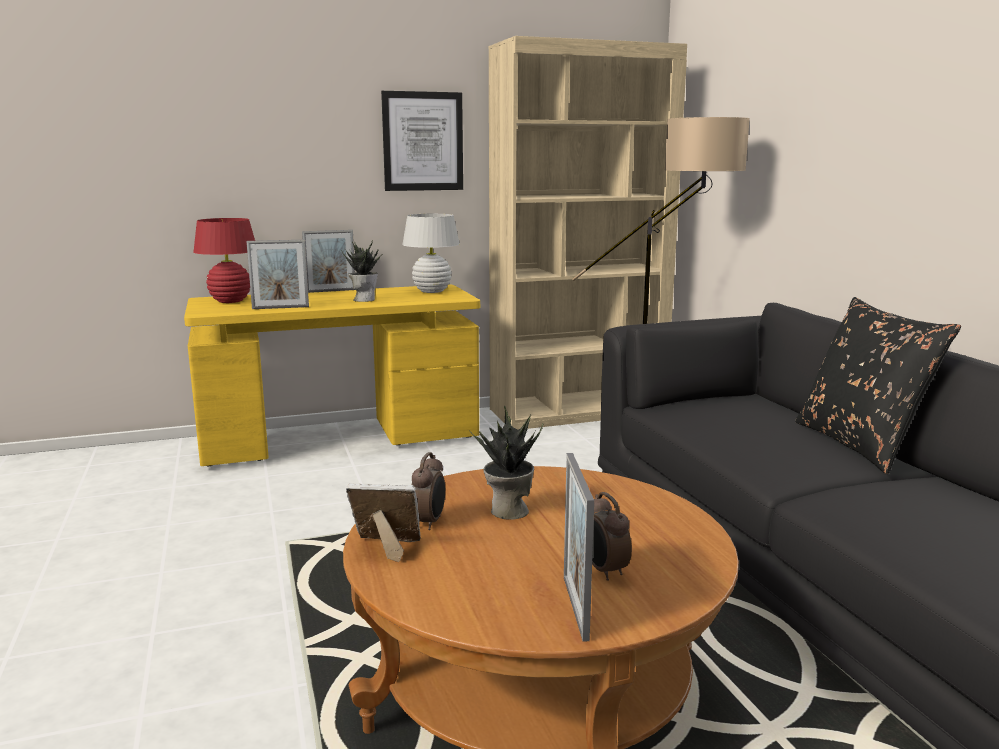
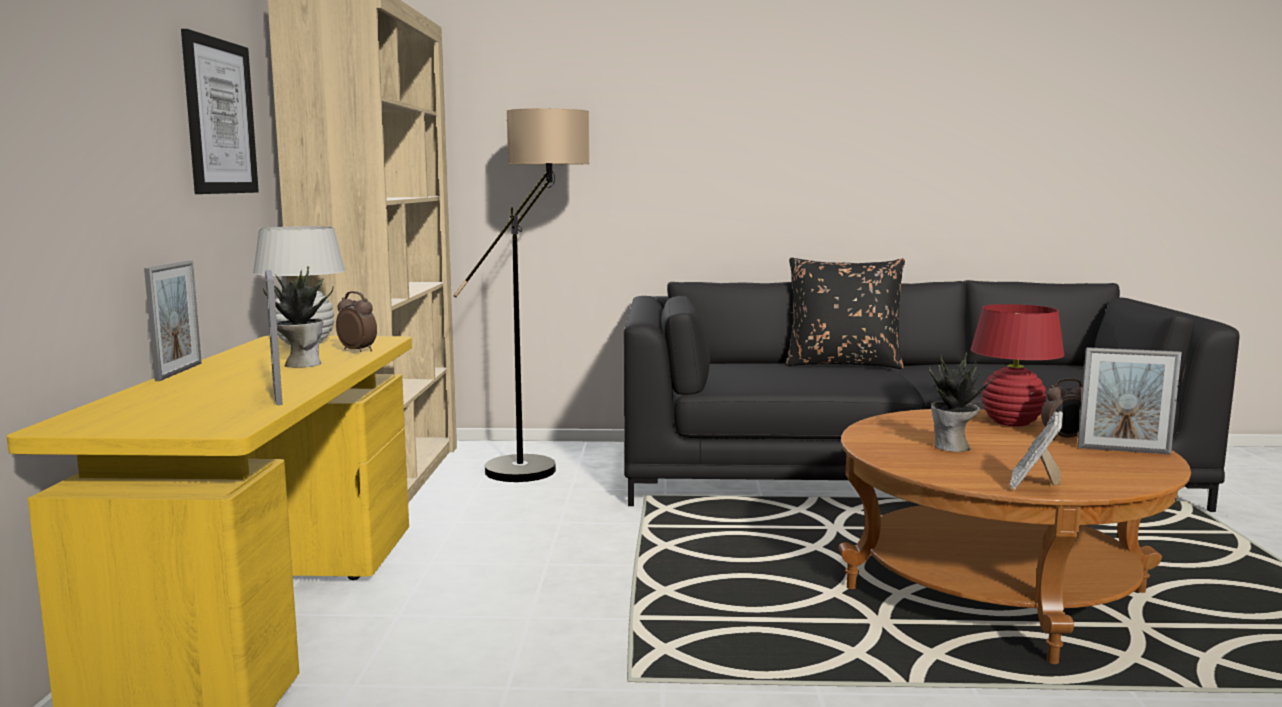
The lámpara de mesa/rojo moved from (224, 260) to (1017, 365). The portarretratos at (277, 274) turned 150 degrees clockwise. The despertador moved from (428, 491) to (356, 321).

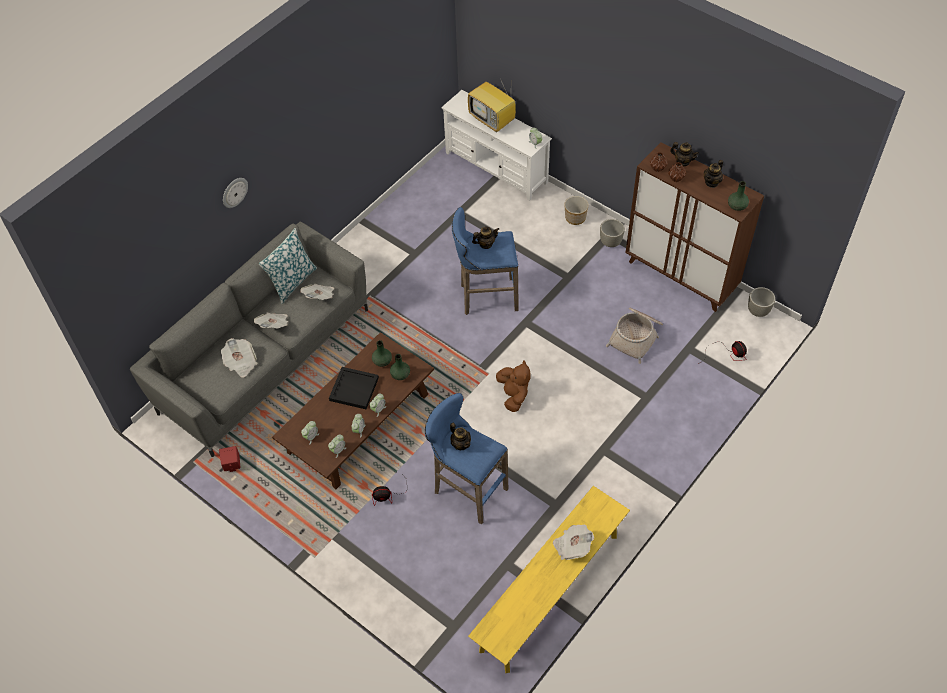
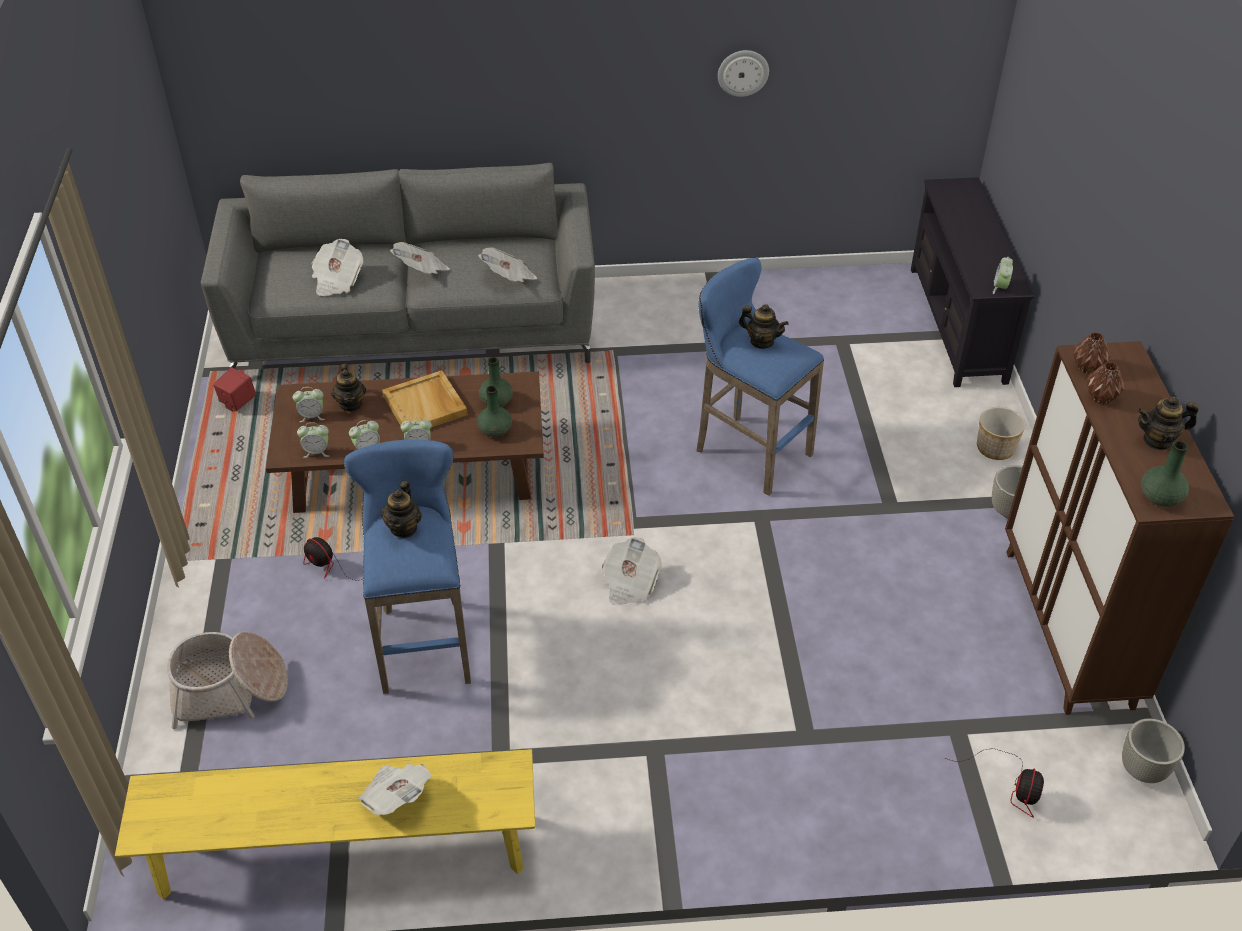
The reloj de pared moved from (235, 193) to (743, 73). The cojín at (288, 266) disappeared. The bandeja/negro at (354, 388) became the bandeja/beis at (425, 398). The mueble de televisión/blanco at (496, 145) became the mueble de televisión/negro at (972, 282). The televisor at (492, 105) disappeared. The peluche/marrón at (513, 386) was replaced by the periódico at (632, 571). The cesta moved from (634, 335) to (227, 680). The tetera moved from (684, 154) to (348, 387).

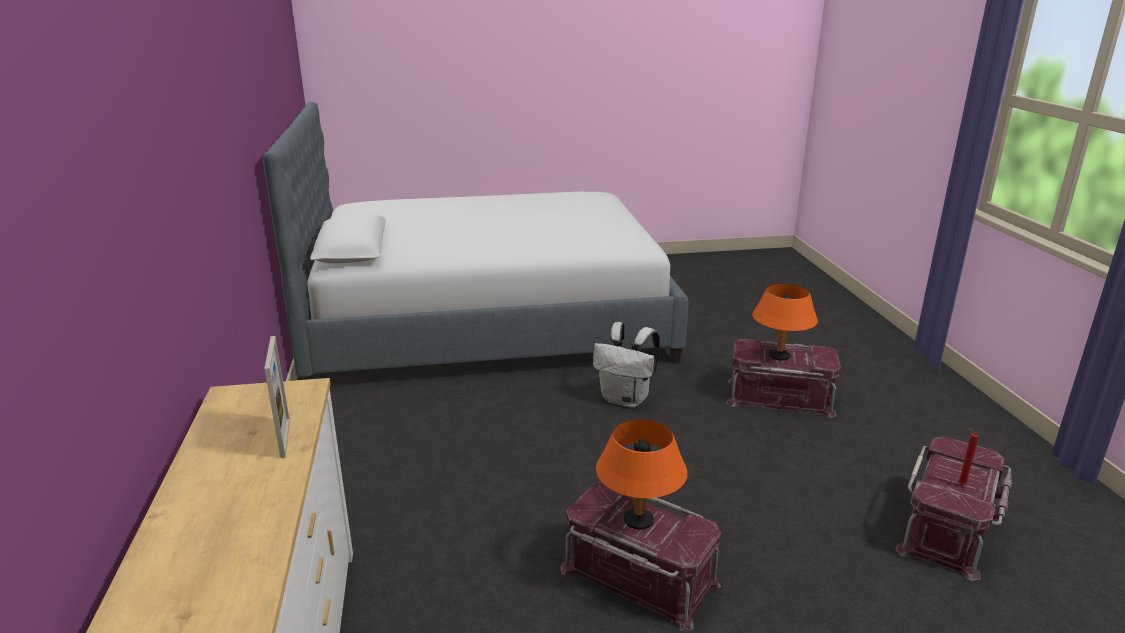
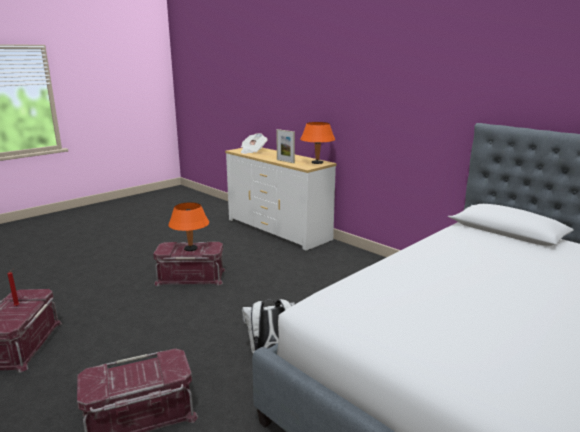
The lámpara de mesa/naranja moved from (785, 321) to (317, 143). The periódico at (254, 143) appeared.

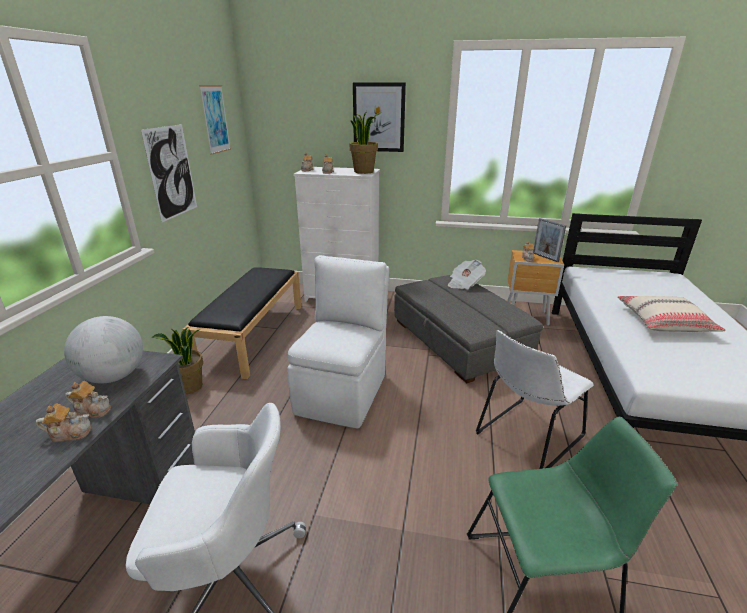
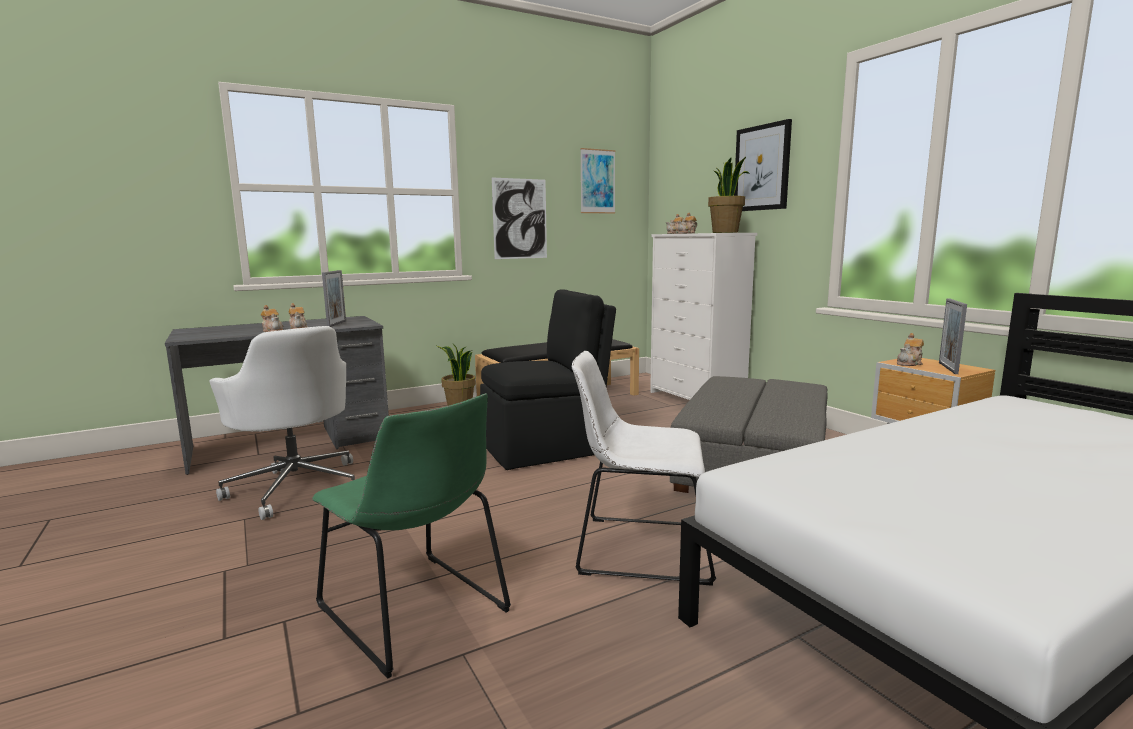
The globo terráqueo at (103, 349) was replaced by the portarretratos at (334, 298). The silla/blanco at (338, 342) became the silla/negro at (548, 379). The periódico at (467, 275) disappeared. The cojín/beis at (671, 314) disappeared.

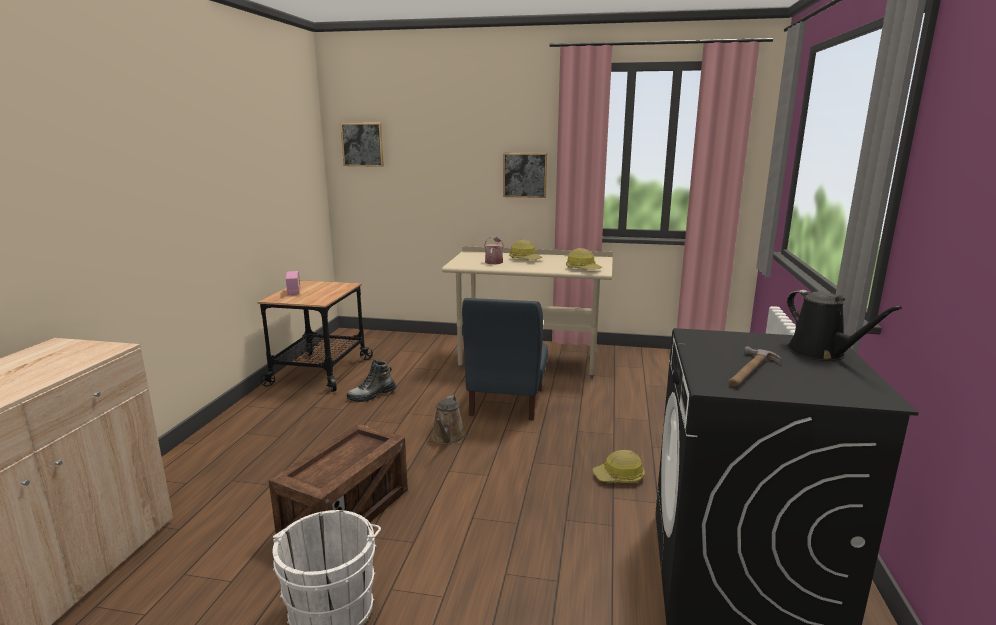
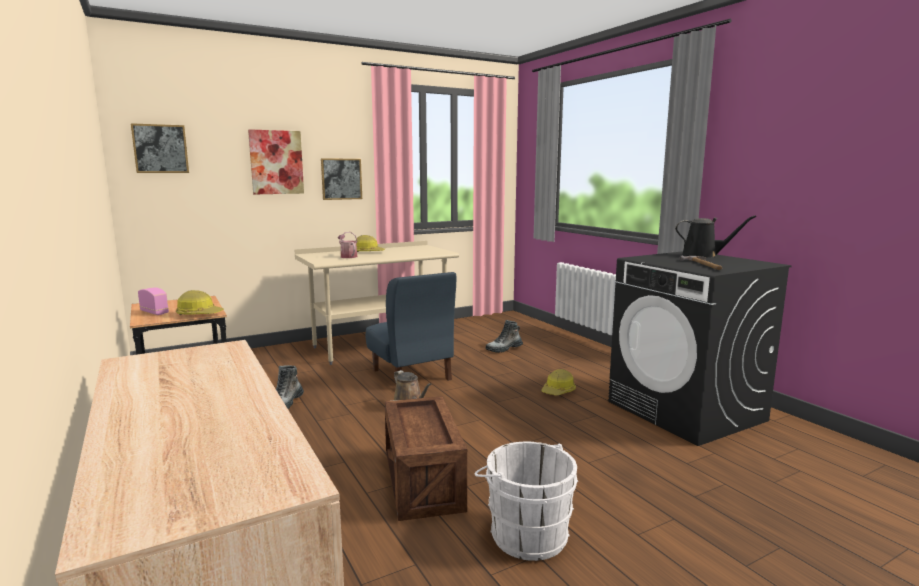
The casco moved from (584, 259) to (200, 302). The cuadro at (276, 161) appeared. The bota at (504, 336) appeared.

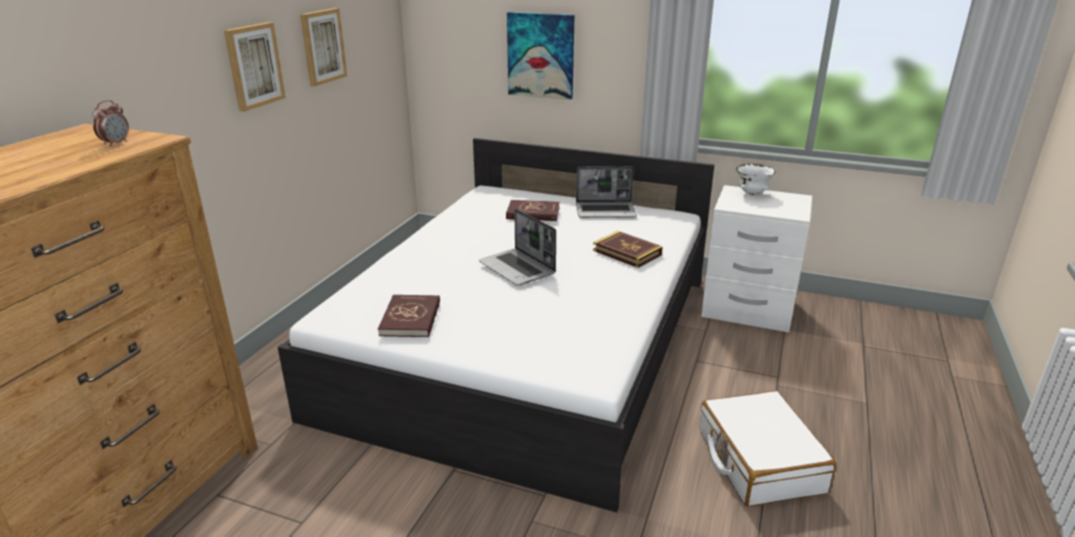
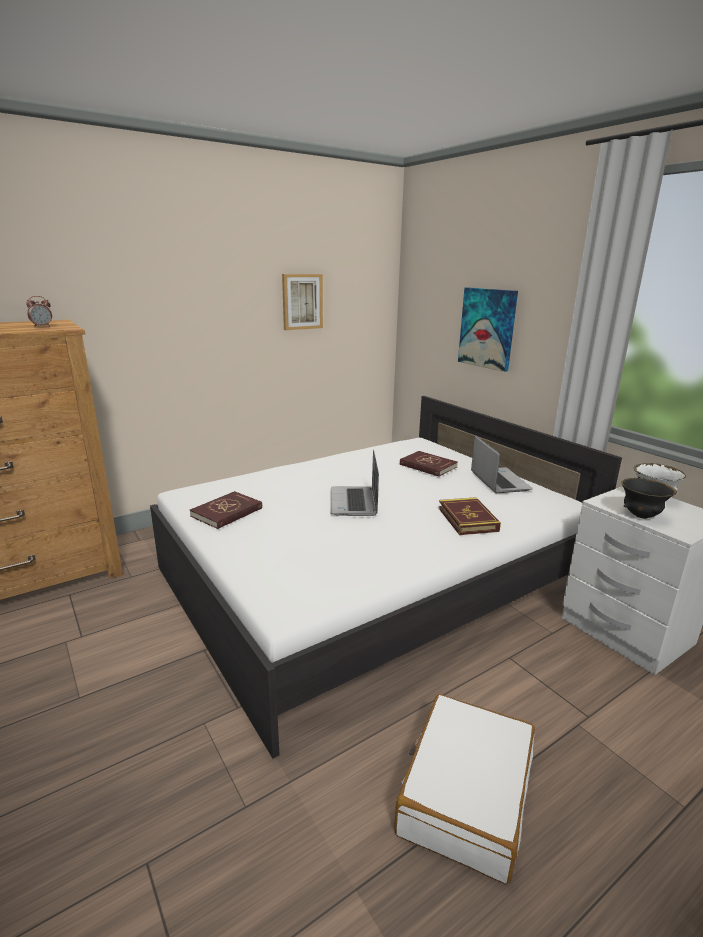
The cuadro at (255, 67) disappeared. The portátil at (606, 192) turned 135 degrees counterclockwise. The cuenco/negro at (649, 498) appeared.

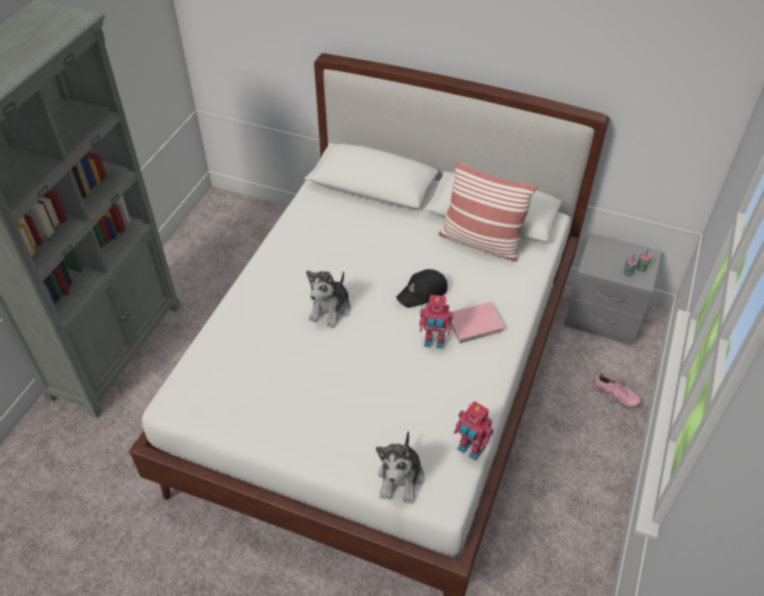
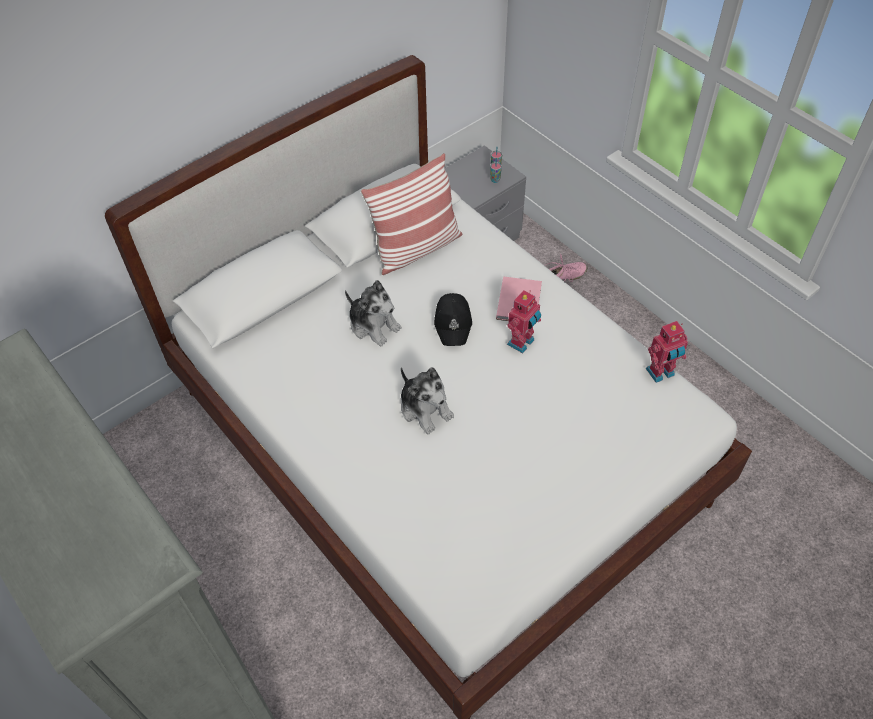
The peluche moved from (400, 467) to (373, 313).

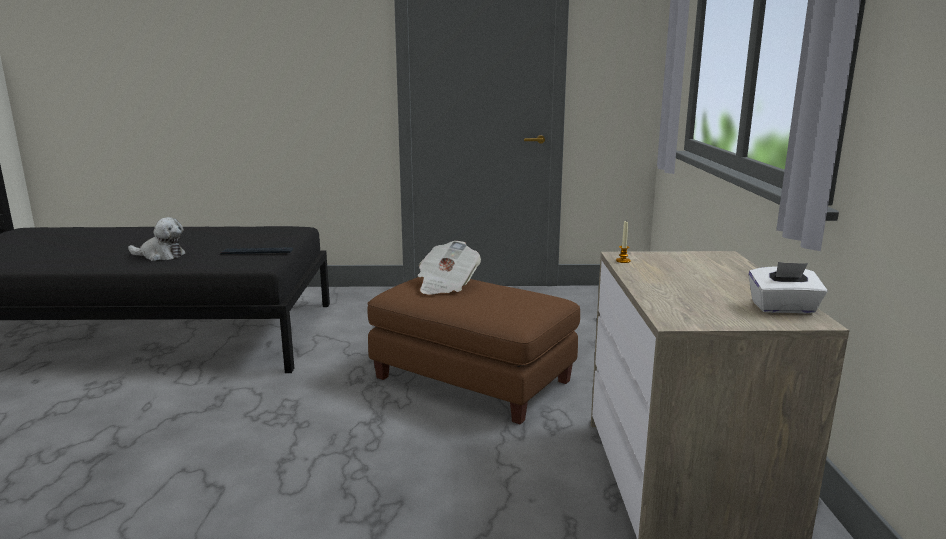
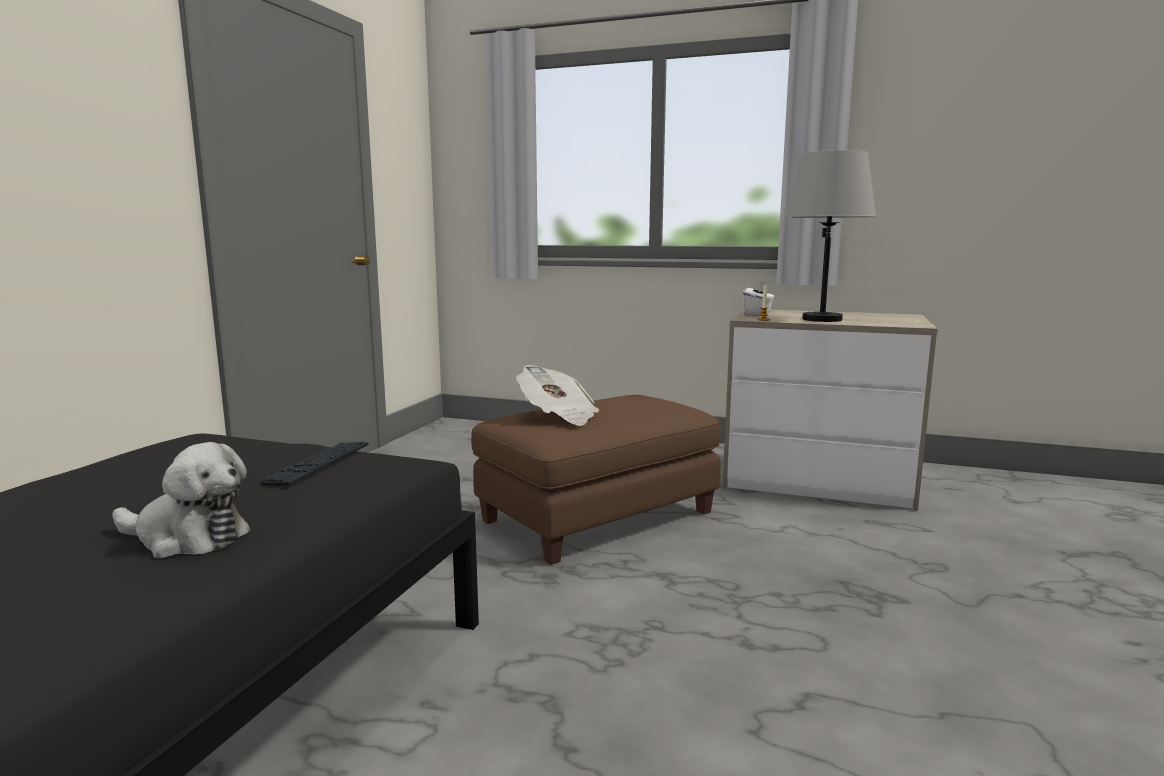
The peluche at (157, 239) turned 75 degrees clockwise. The caja de pañuelos/blanco moved from (788, 287) to (758, 297). The lámpara de mesa/gris at (830, 236) appeared.

